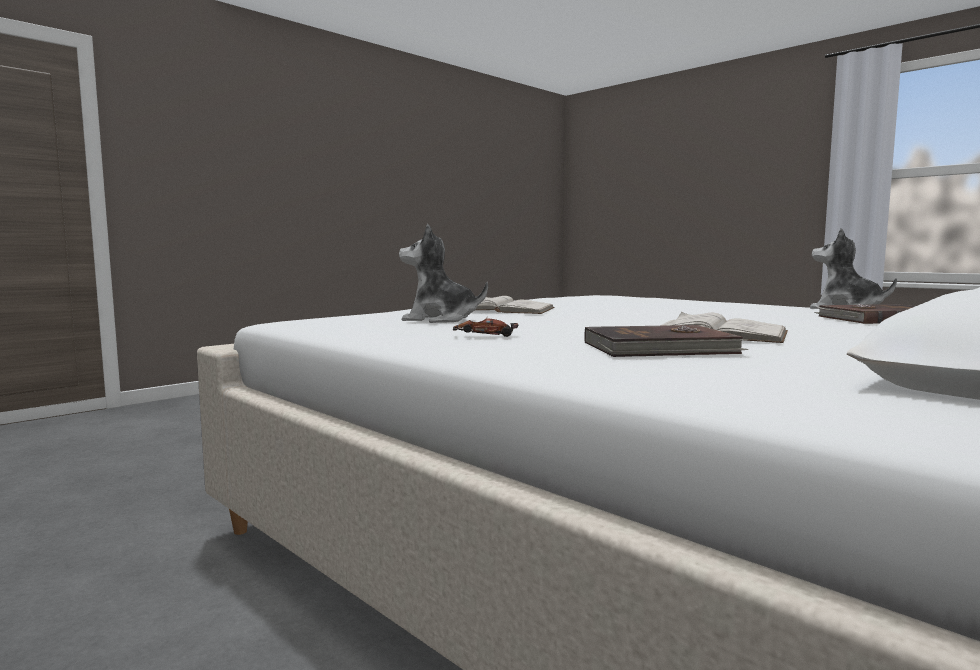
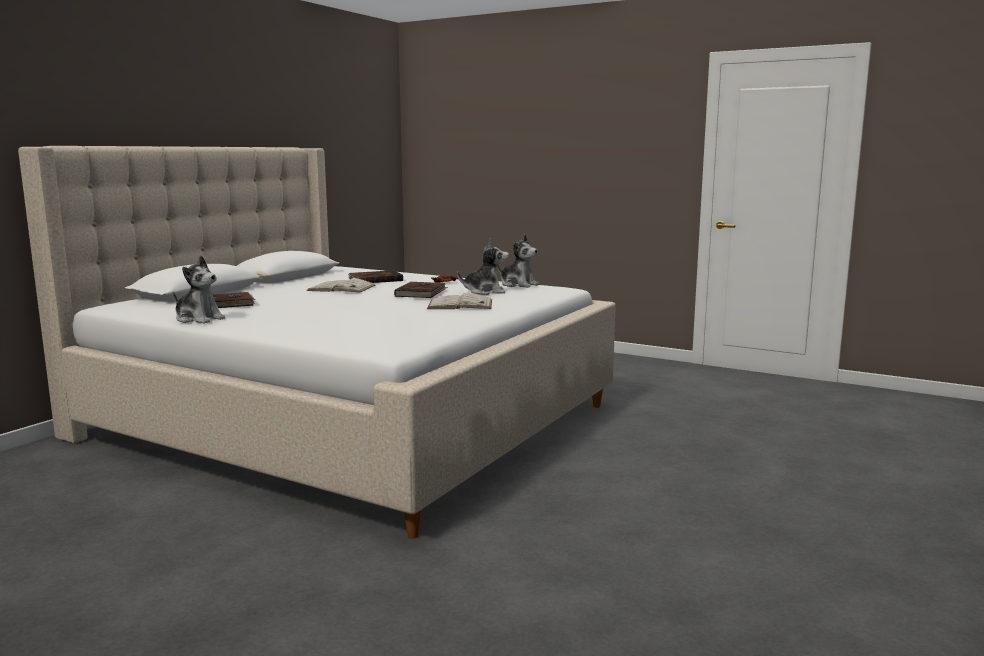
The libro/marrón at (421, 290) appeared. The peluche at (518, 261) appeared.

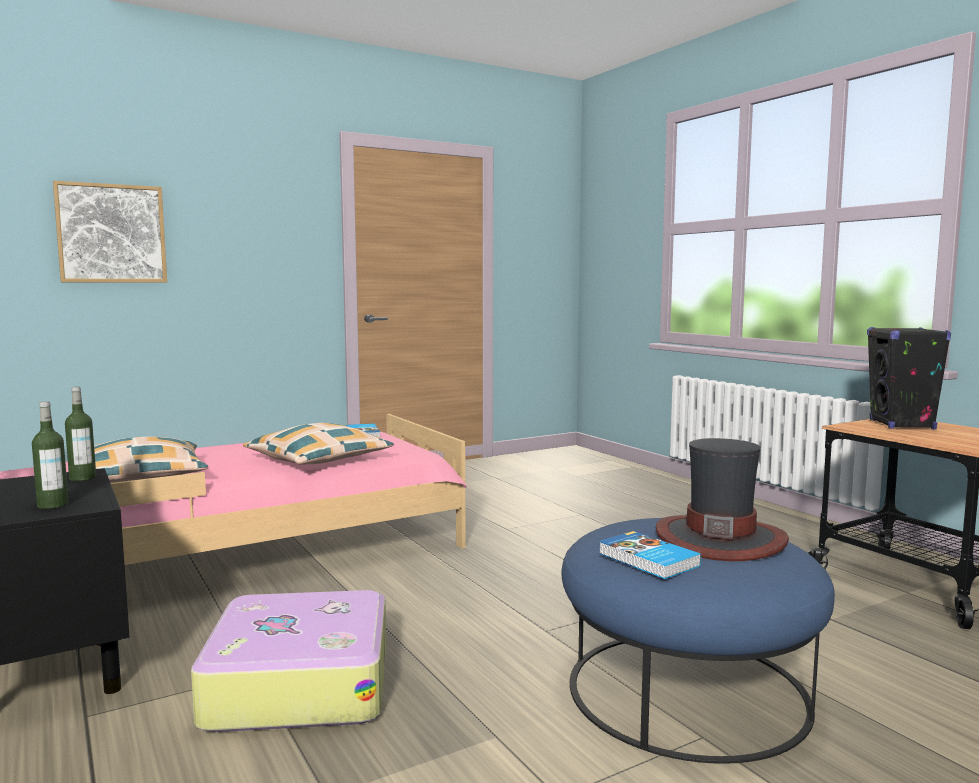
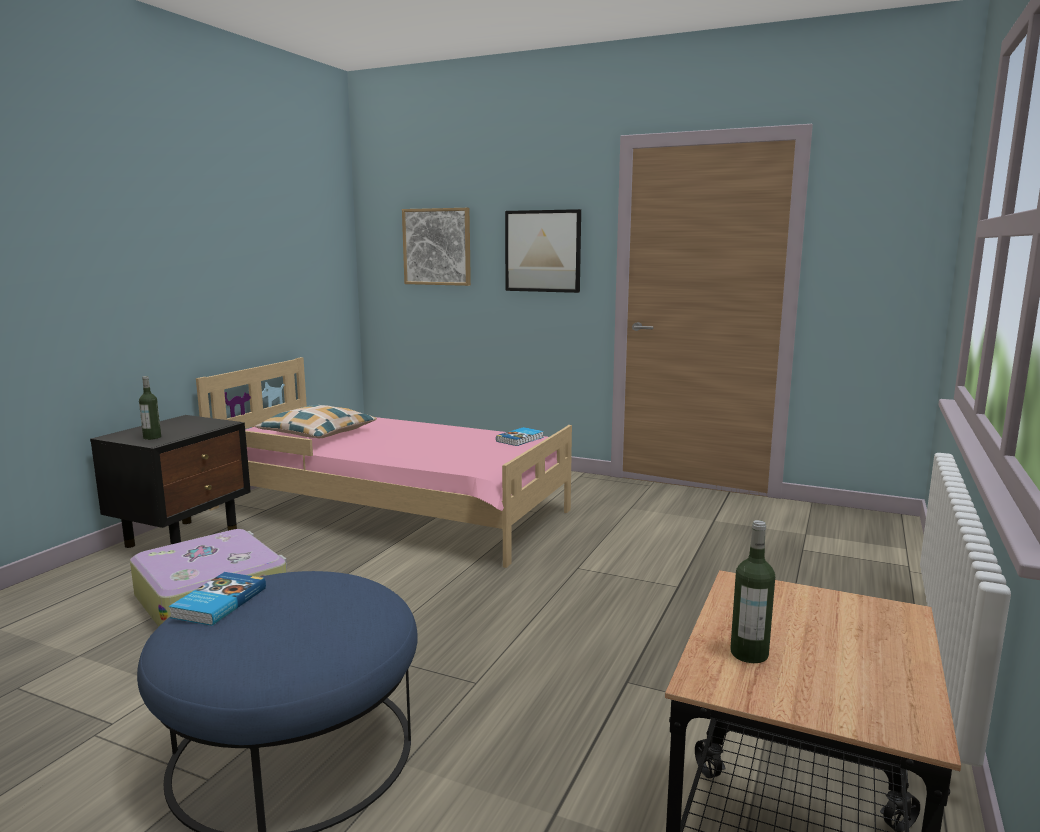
The botella moved from (80, 434) to (752, 591). The cojín at (318, 444) disappeared. The sombrero at (722, 499) disappeared. The altavoz/negro at (909, 378) disappeared. The cuadro at (543, 251) appeared.

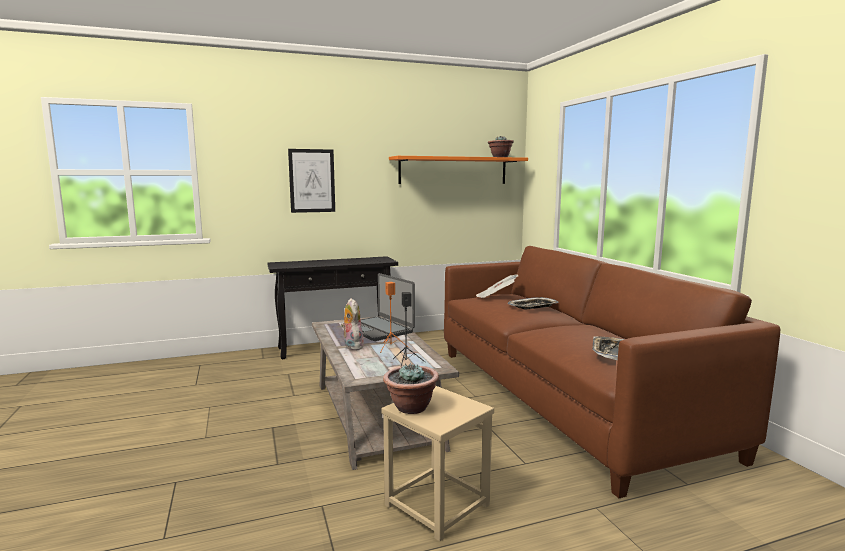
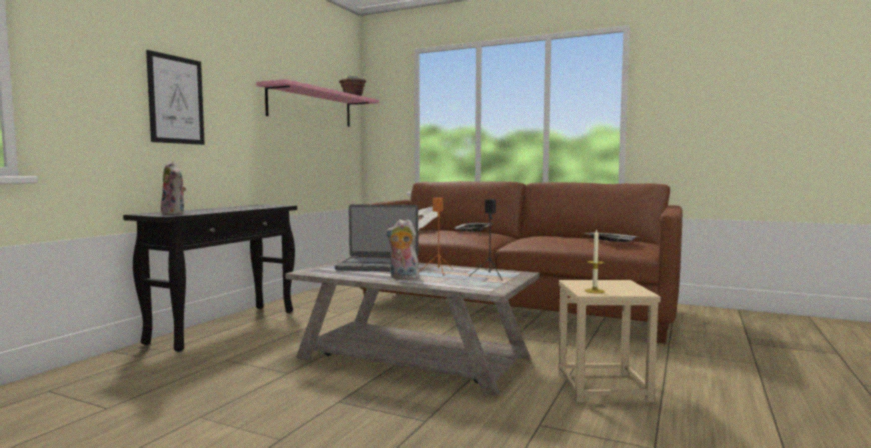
The planta en maceta at (411, 388) was replaced by the vela at (595, 261). The estante/naranja at (458, 170) became the estante/rosa at (317, 103). The peluche at (173, 188) appeared.

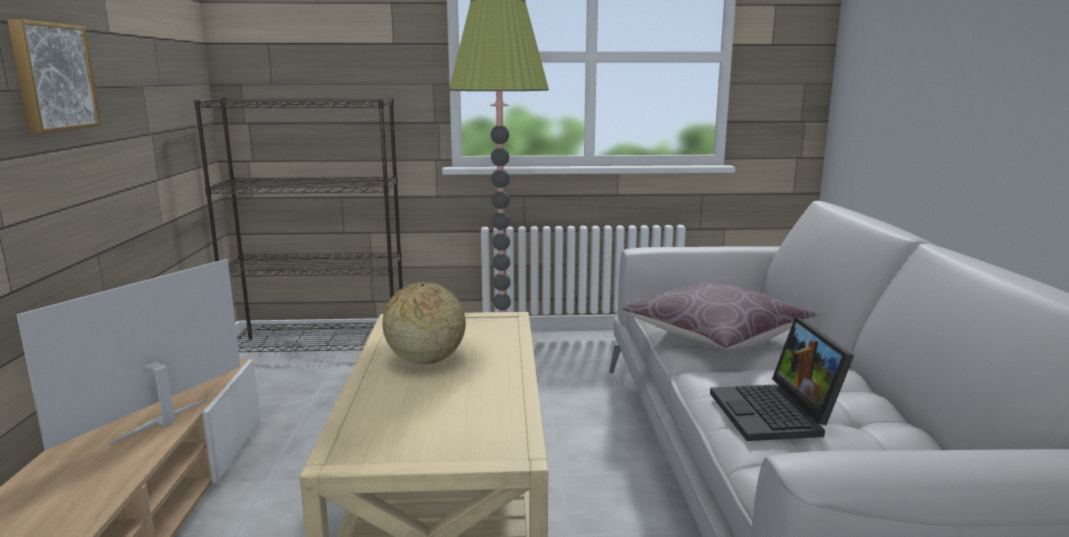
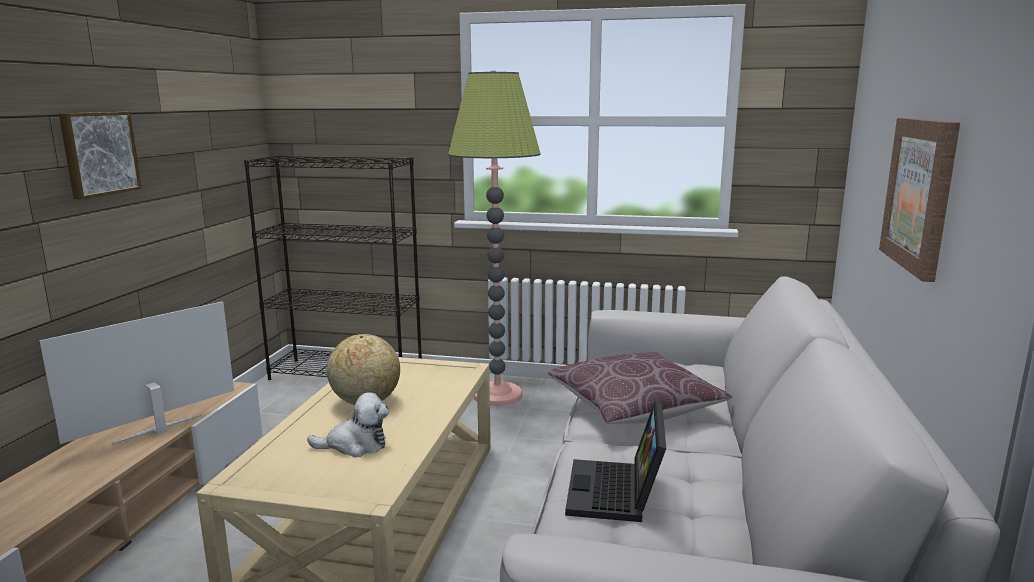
The peluche at (348, 424) appeared. The cuadro at (919, 200) appeared.

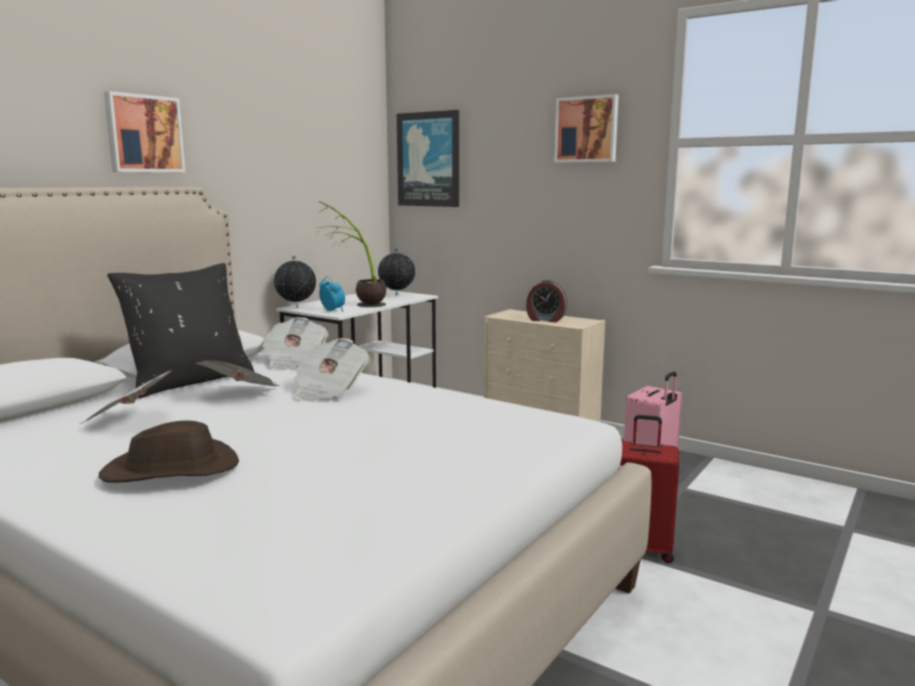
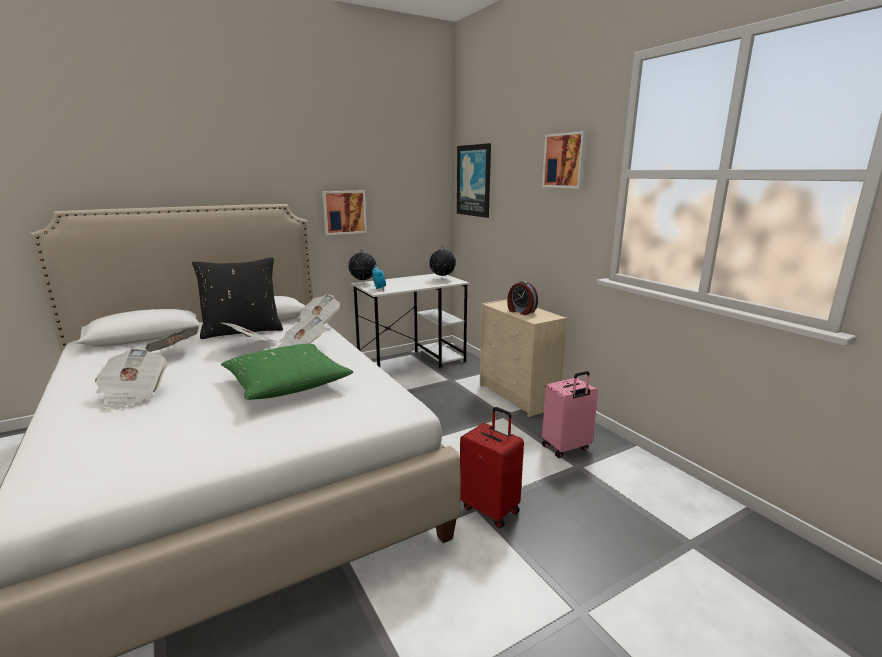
The sombrero/marrón at (169, 452) was replaced by the periódico at (131, 379). The cuadro moved from (144, 131) to (344, 213). The planta en maceta at (352, 254) disappeared. The cojín/verde at (287, 372) appeared.

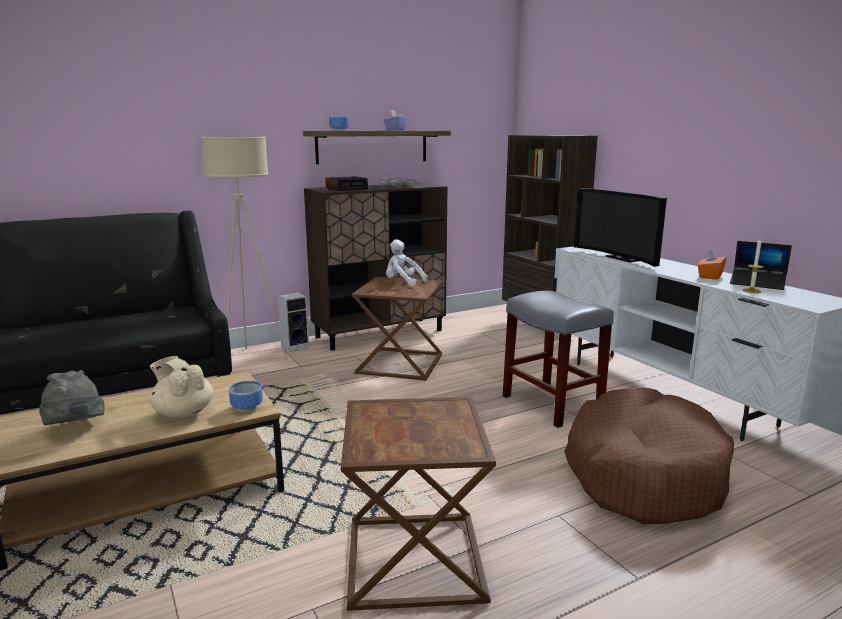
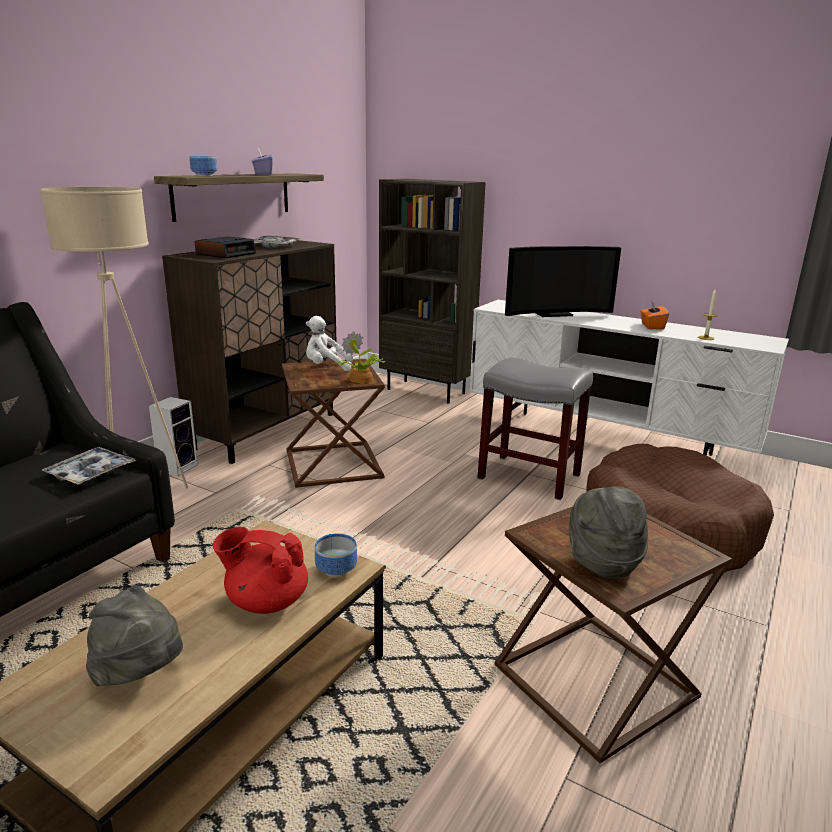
The tetera/beis at (181, 387) became the tetera/rojo at (260, 570). The televisor at (620, 227) turned 45 degrees counterclockwise. The portátil at (761, 265) disappeared. The bandeja at (89, 466) appeared. The planta en maceta at (361, 357) appeared. The sombrero/gris at (608, 532) appeared.

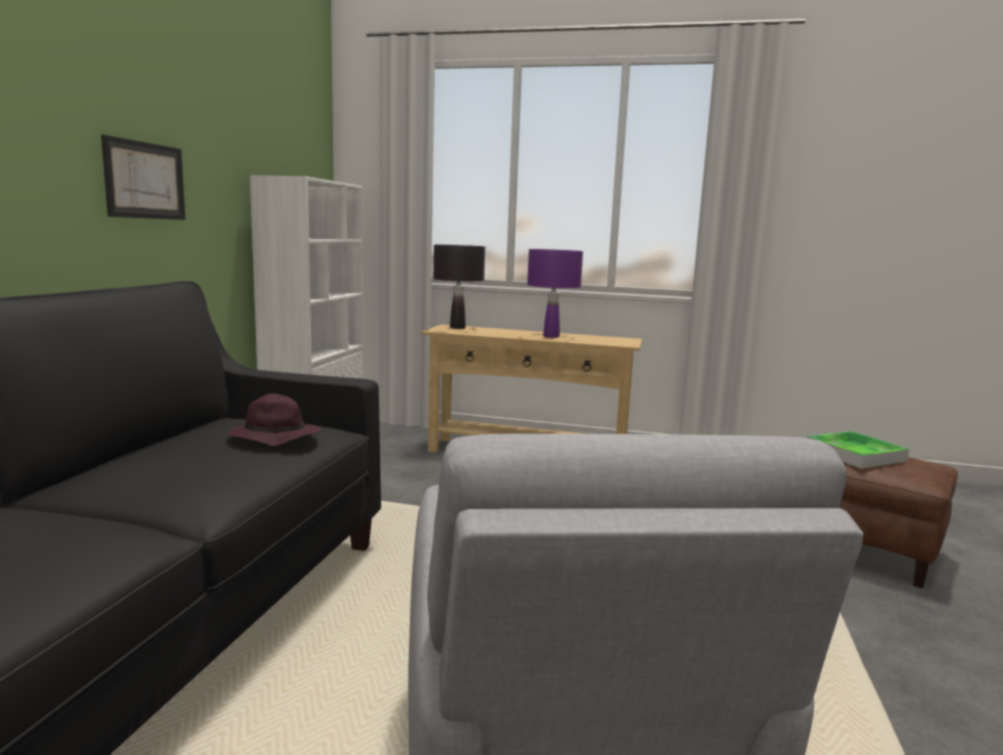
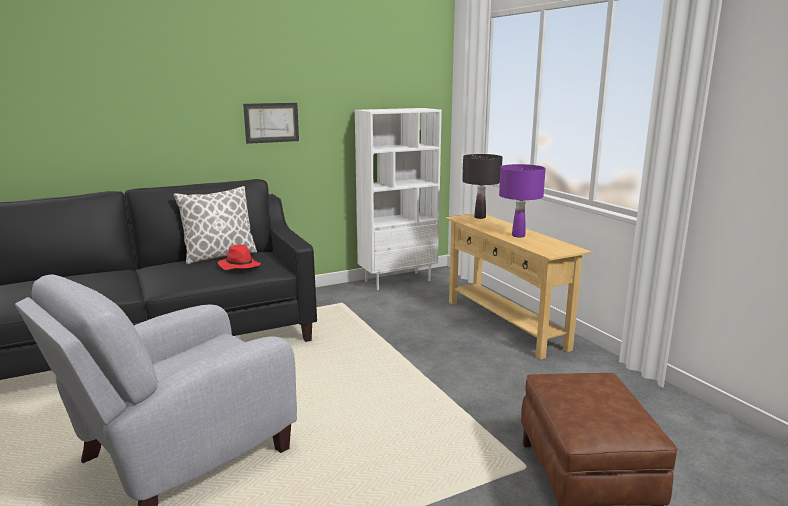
The sombrero/morado at (274, 420) became the sombrero/rojo at (239, 257). The bandeja at (858, 450) disappeared. The cojín at (215, 225) appeared.

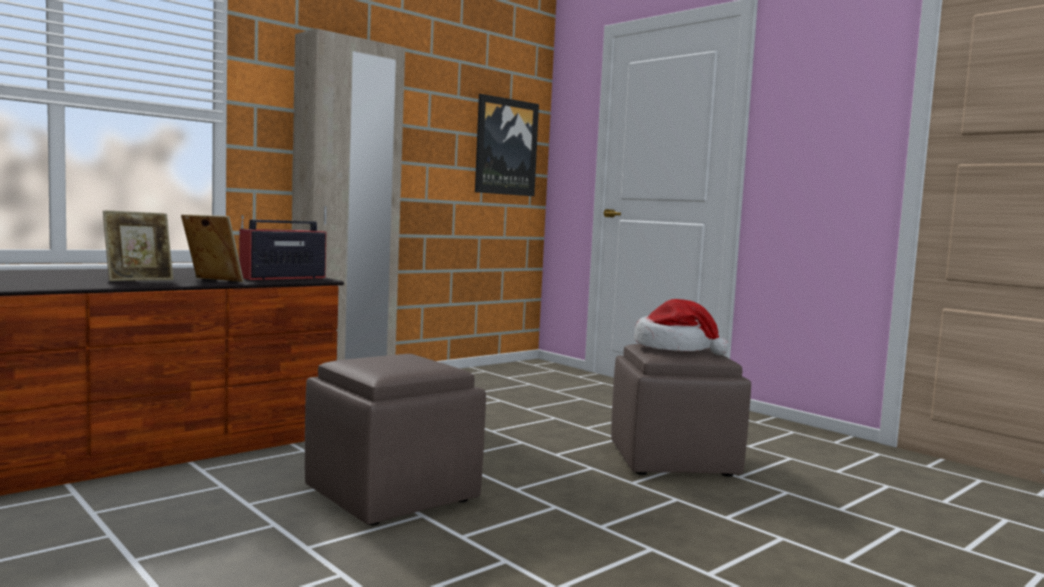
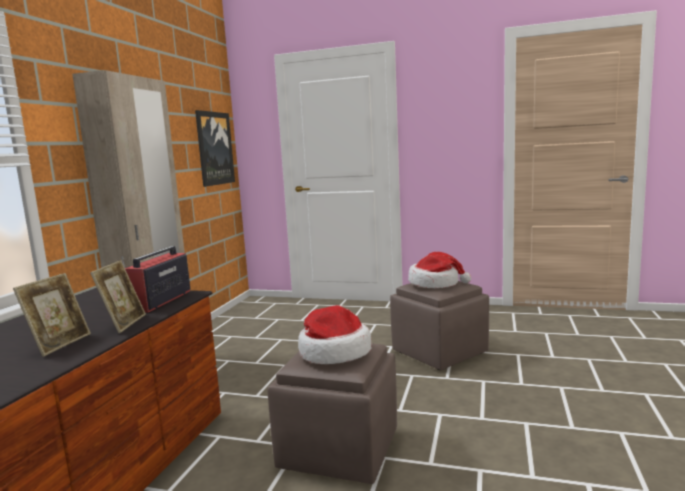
The portarretratos at (212, 248) turned 105 degrees clockwise. The sombrero at (334, 334) appeared.

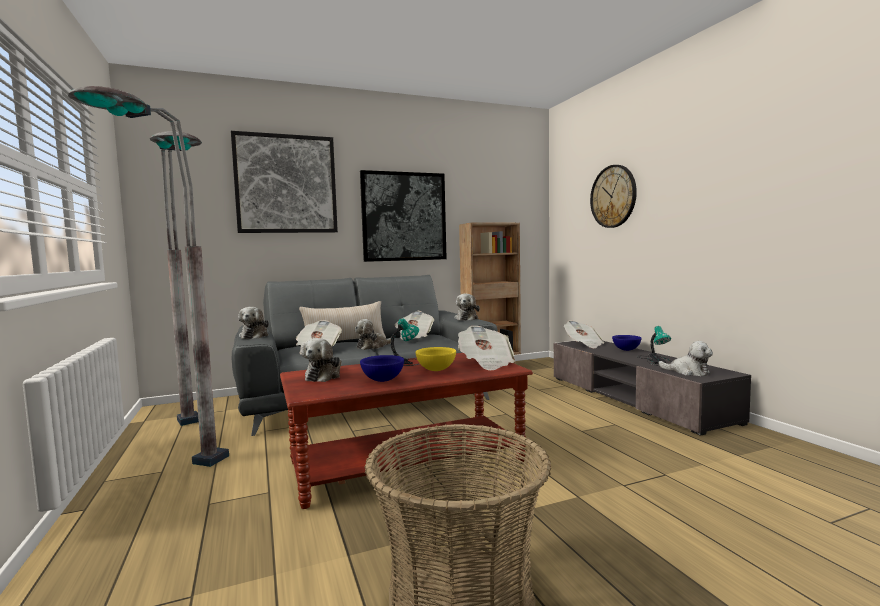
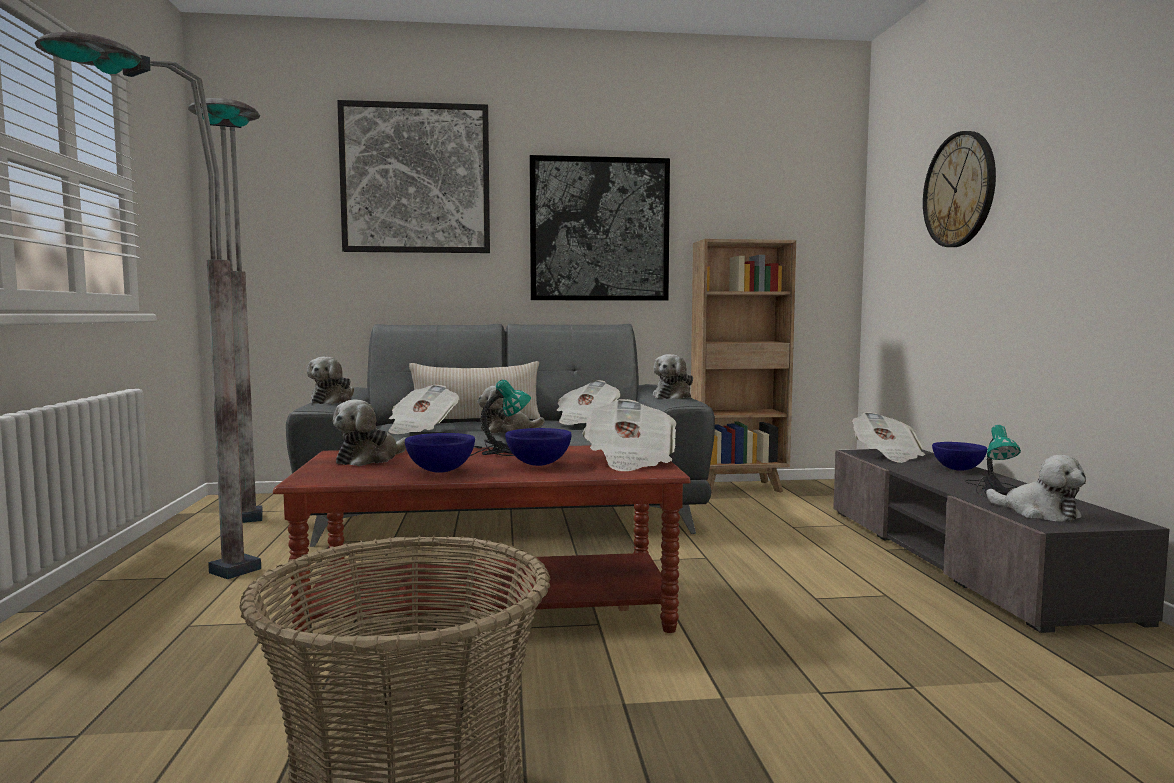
The cuenco/amarillo at (435, 359) became the cuenco/azul at (538, 447).

